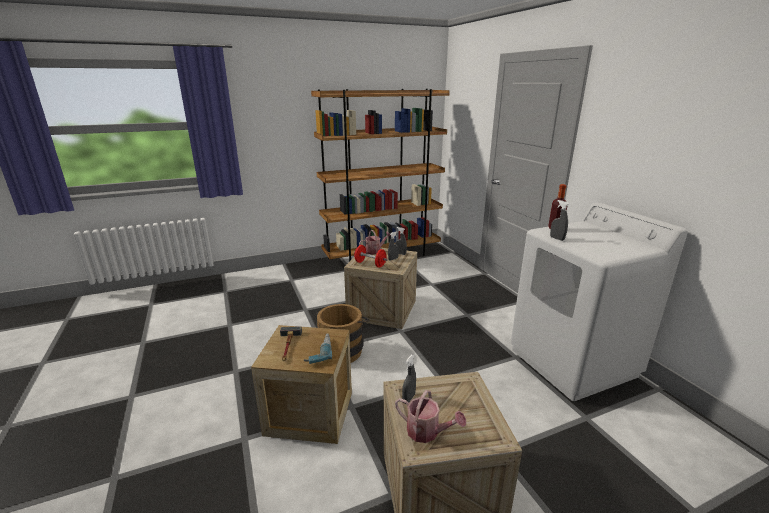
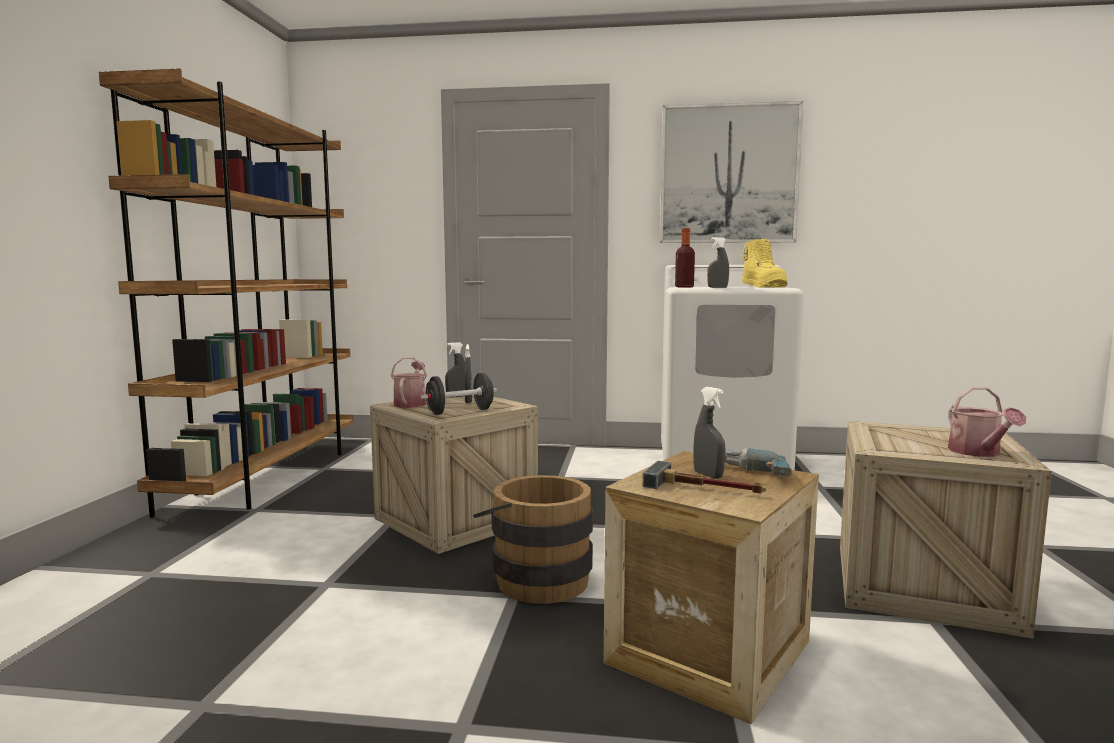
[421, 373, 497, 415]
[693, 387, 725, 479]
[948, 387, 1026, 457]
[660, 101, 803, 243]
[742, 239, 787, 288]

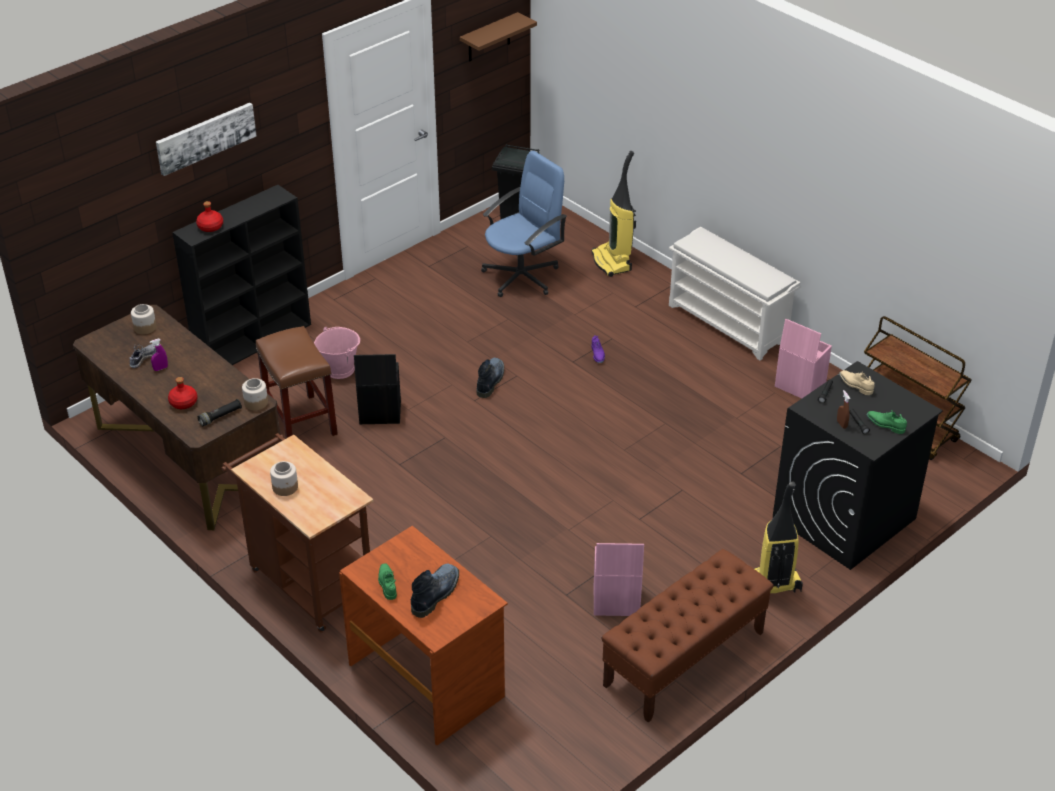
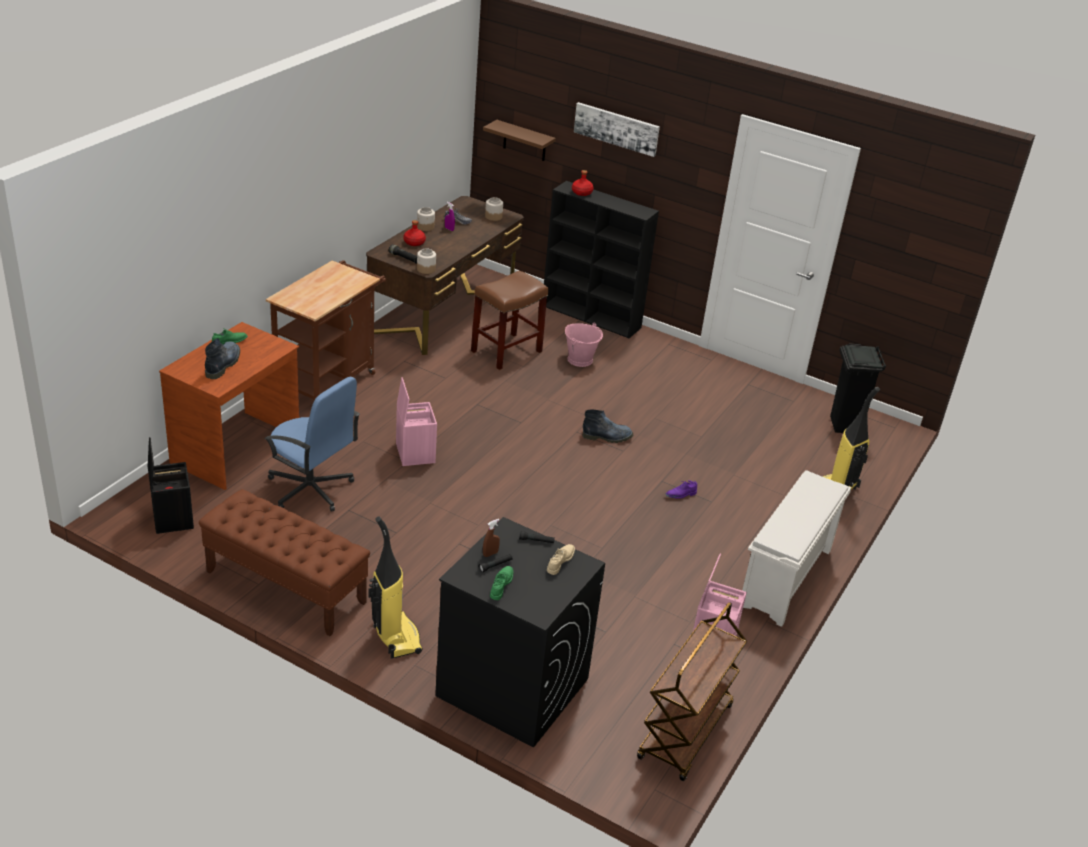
[483, 120, 556, 161]
[264, 377, 360, 512]
[148, 437, 194, 534]
[417, 207, 435, 231]
[396, 377, 437, 466]
[205, 338, 240, 379]

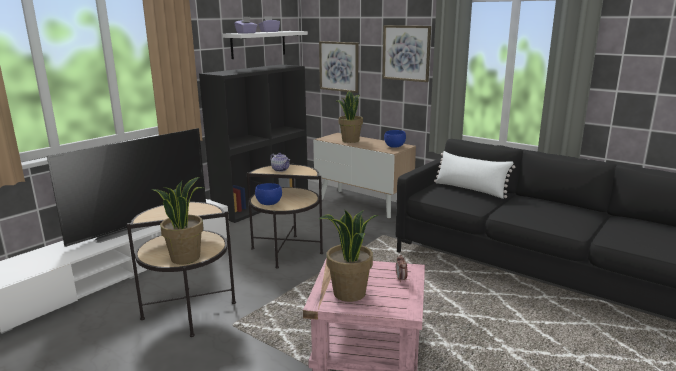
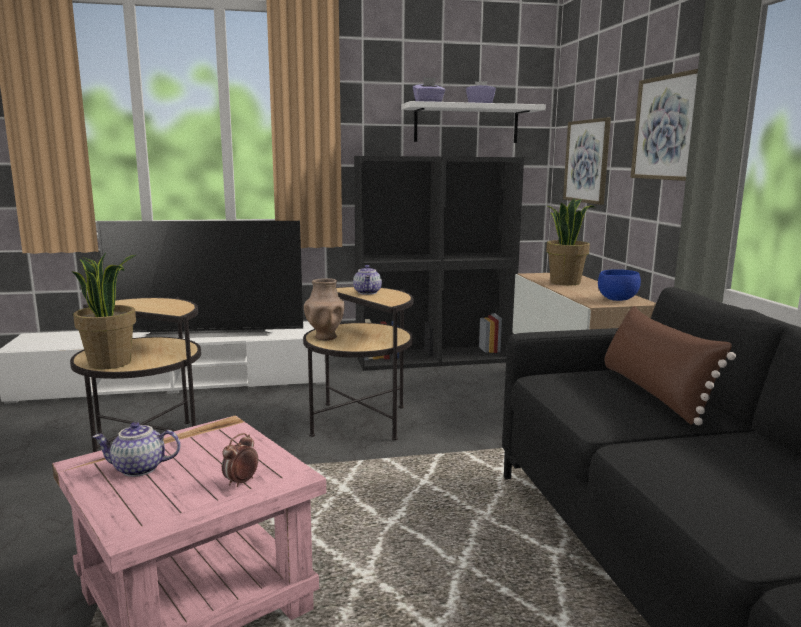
[605, 306, 736, 425]
[304, 278, 345, 340]
[92, 422, 180, 477]

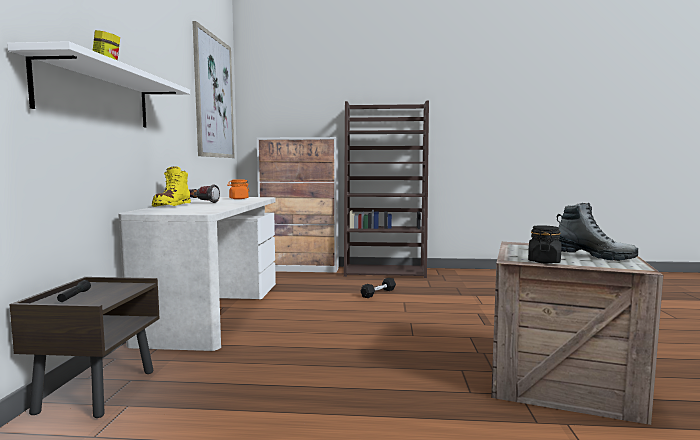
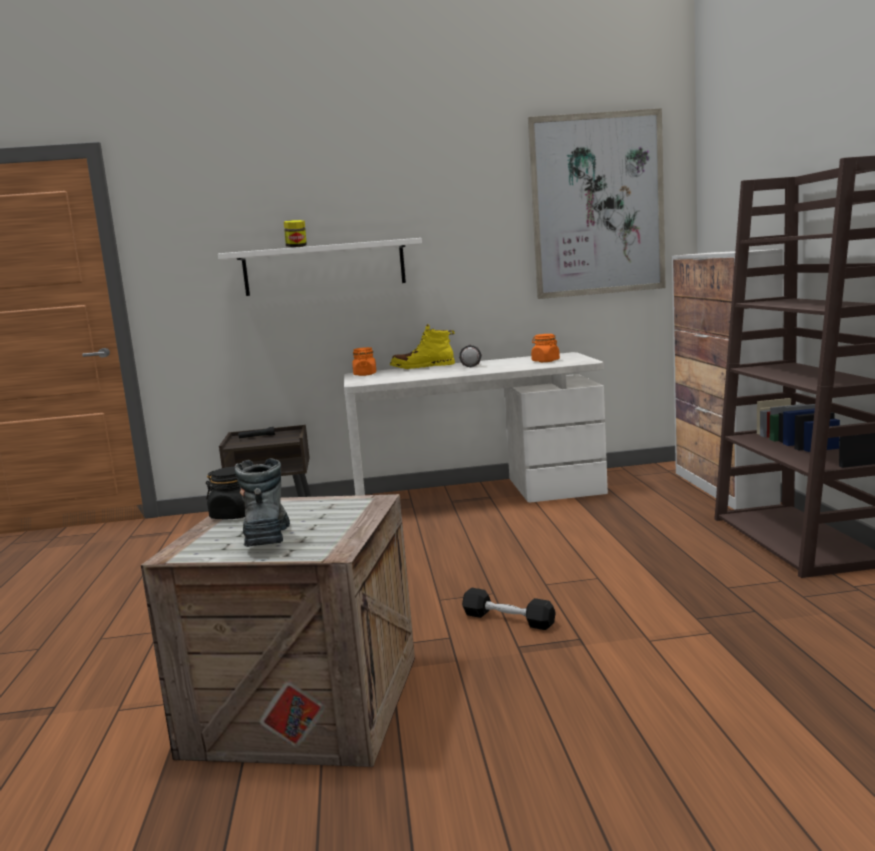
[235, 458, 290, 547]
[462, 588, 556, 630]
[353, 347, 376, 376]

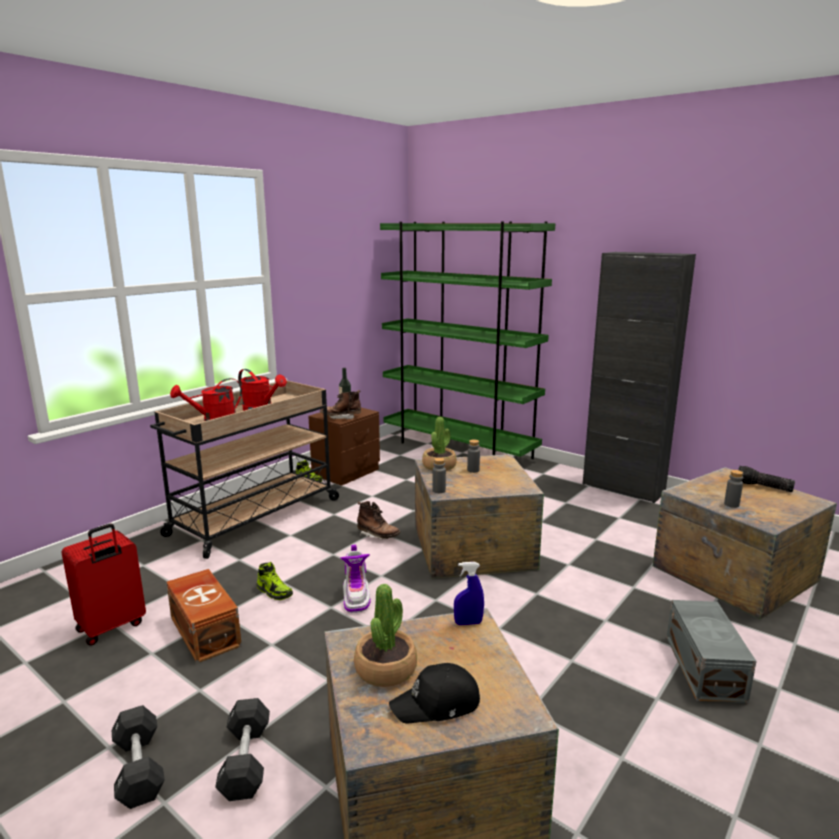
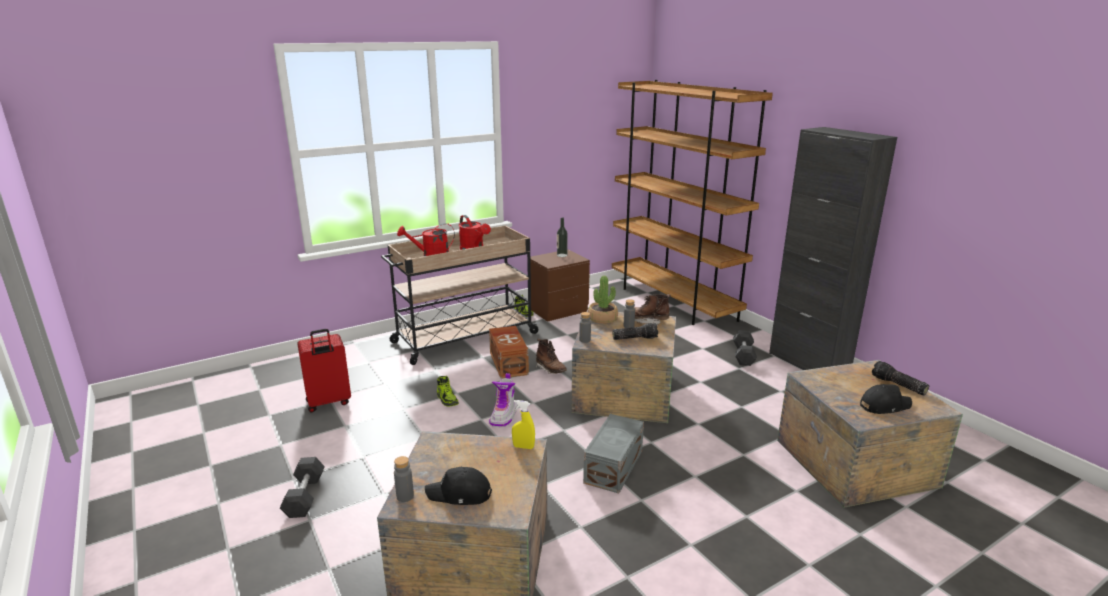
[612, 80, 773, 325]
[634, 294, 671, 325]
[394, 456, 414, 502]
[512, 400, 535, 449]
[489, 326, 529, 379]
[354, 584, 417, 687] (first image)
[583, 414, 644, 493]
[733, 330, 757, 366]
[612, 323, 658, 340]
[860, 384, 912, 414]

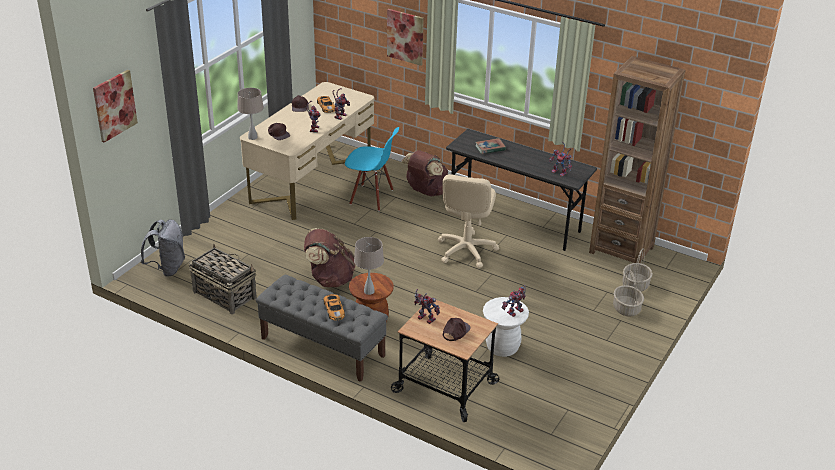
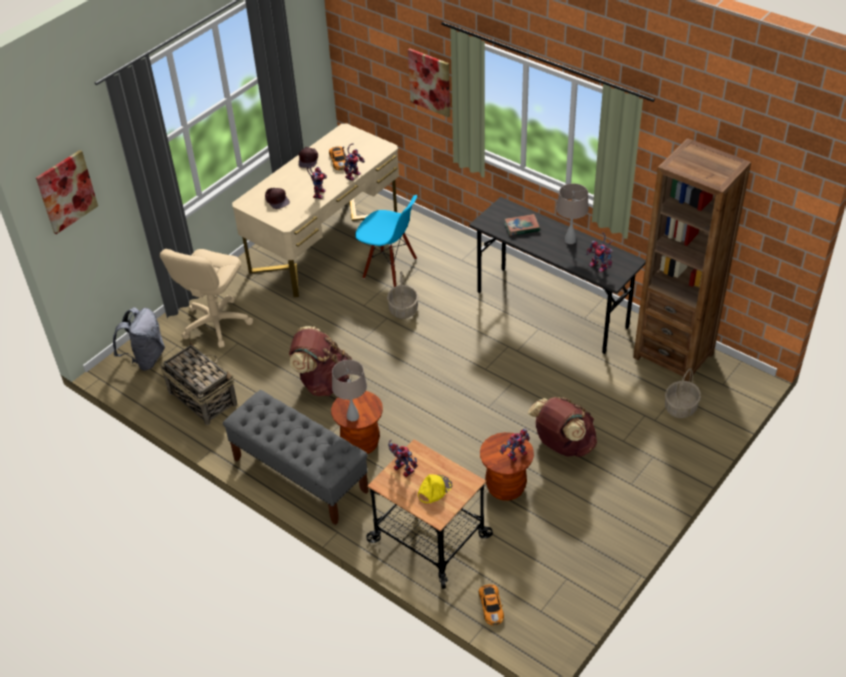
[556, 183, 589, 244]
[528, 397, 597, 457]
[160, 249, 253, 348]
[387, 271, 419, 319]
[478, 584, 504, 626]
[480, 432, 534, 501]
[418, 475, 453, 503]

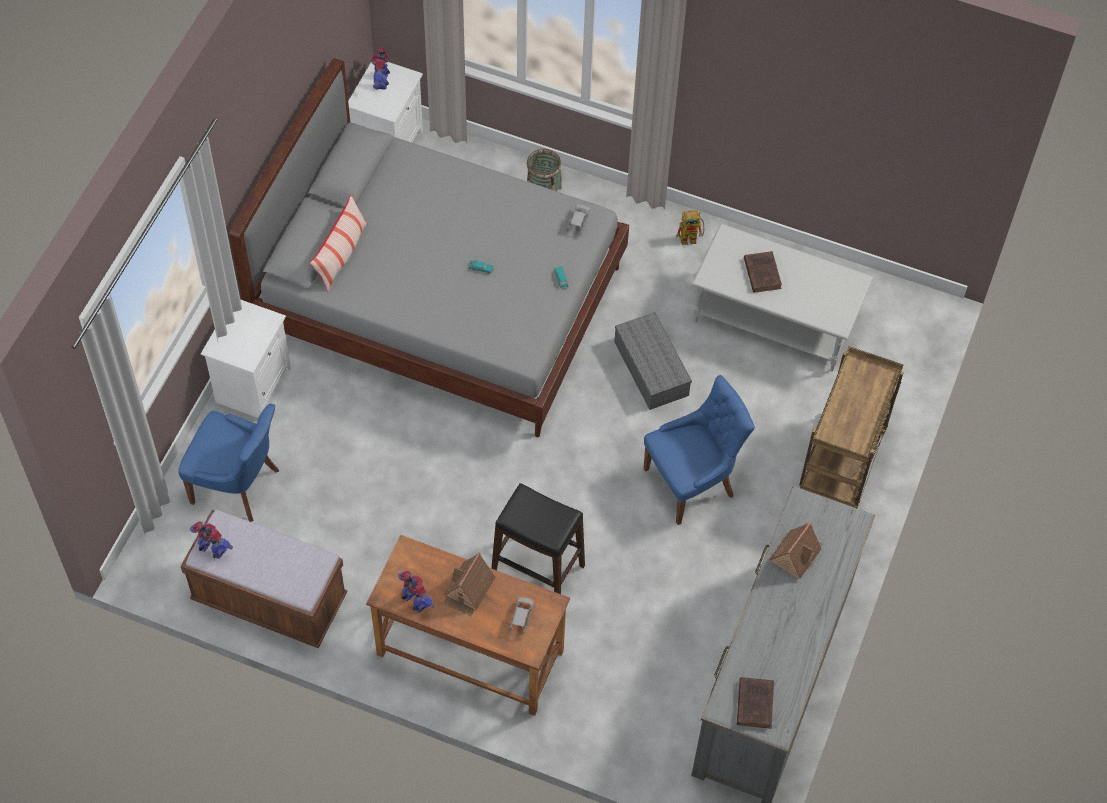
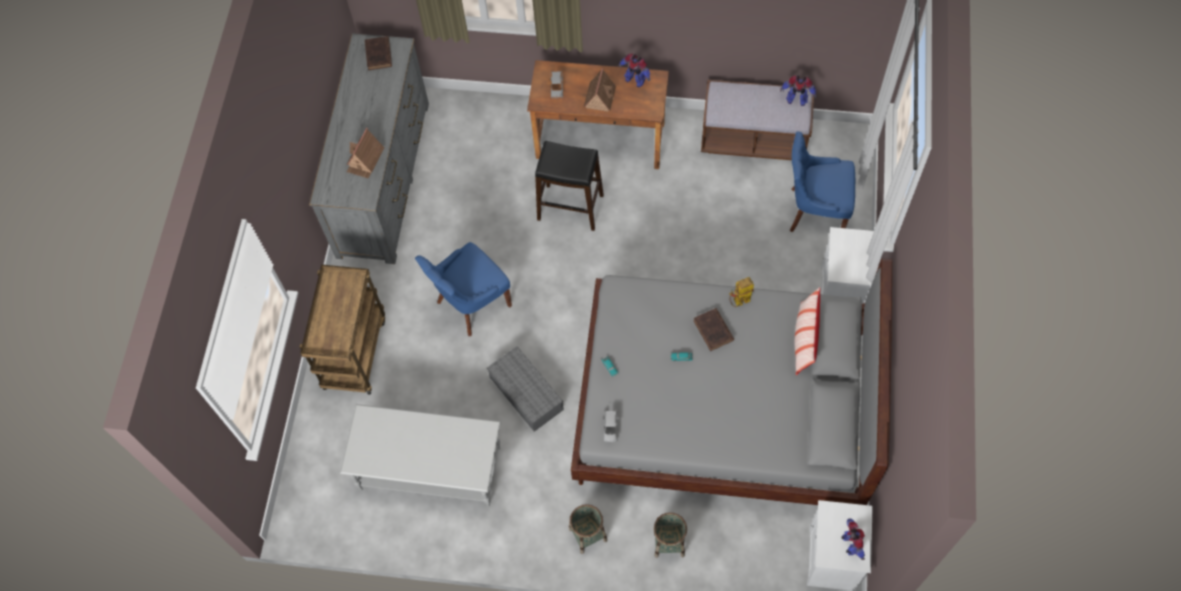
[729, 277, 754, 307]
[693, 308, 734, 351]
[569, 504, 608, 554]

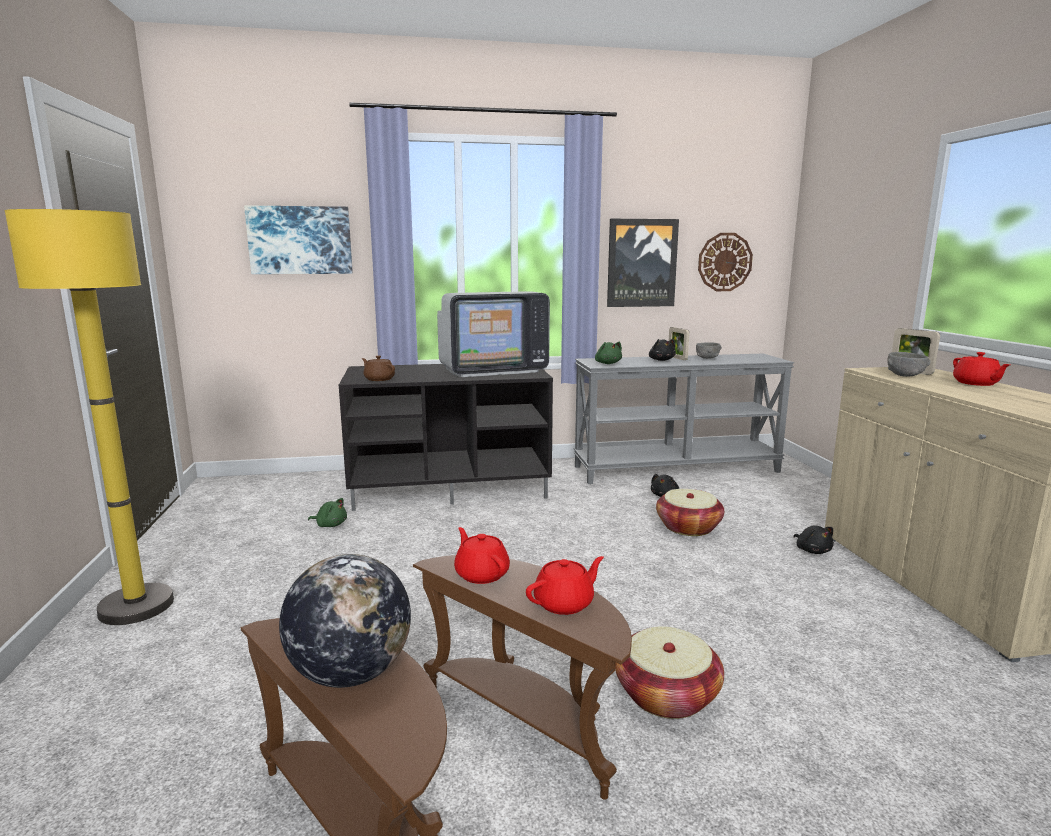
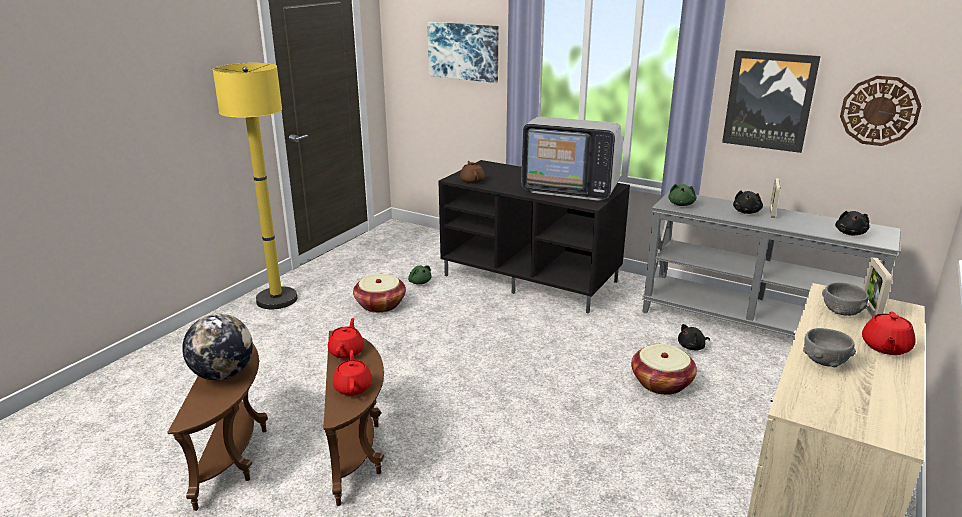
[803, 328, 856, 367]
[835, 211, 869, 235]
[333, 350, 372, 396]
[353, 274, 406, 313]

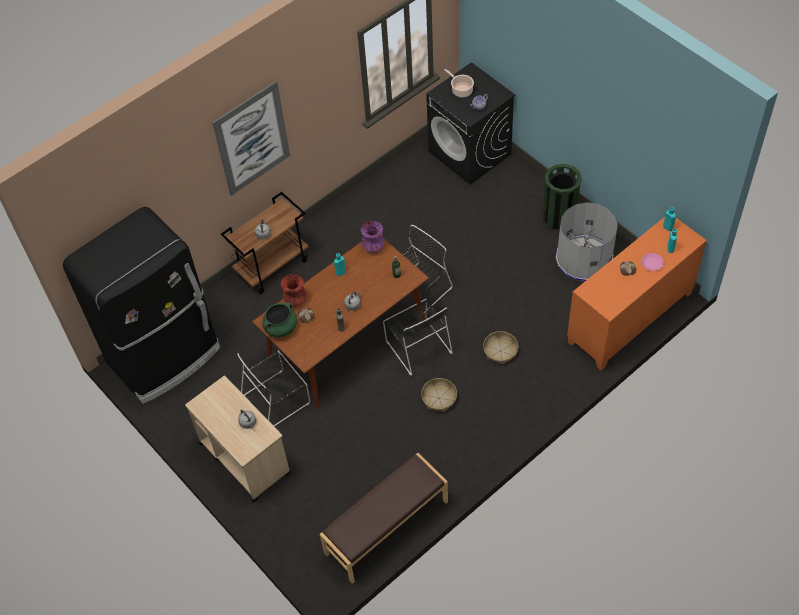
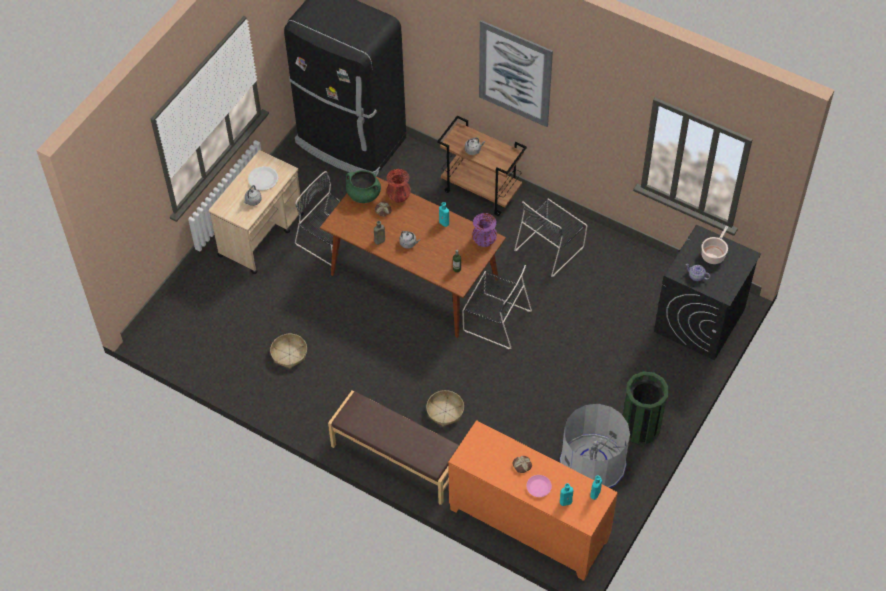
[514, 199, 587, 277]
[270, 334, 307, 369]
[328, 391, 459, 505]
[248, 166, 278, 190]

